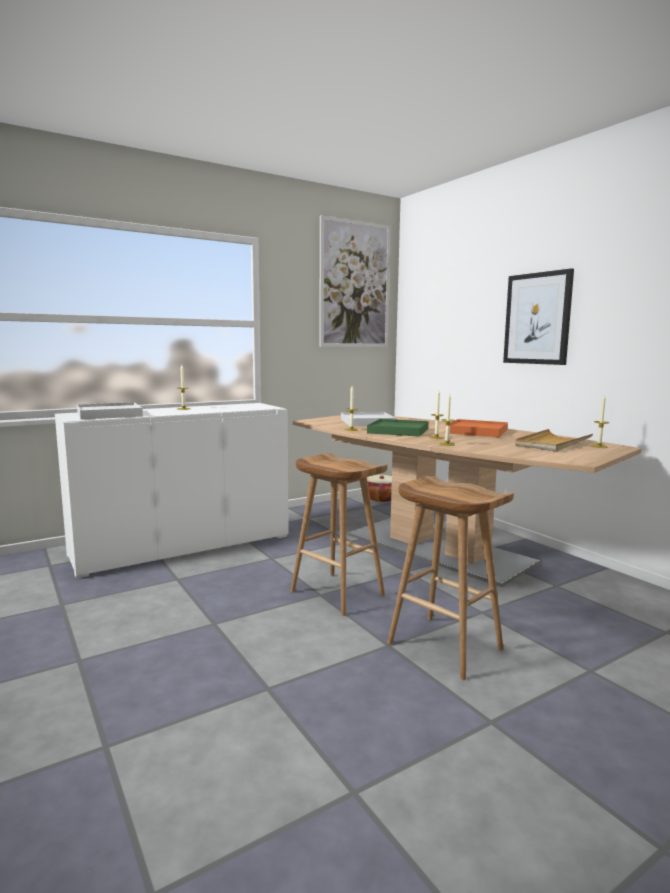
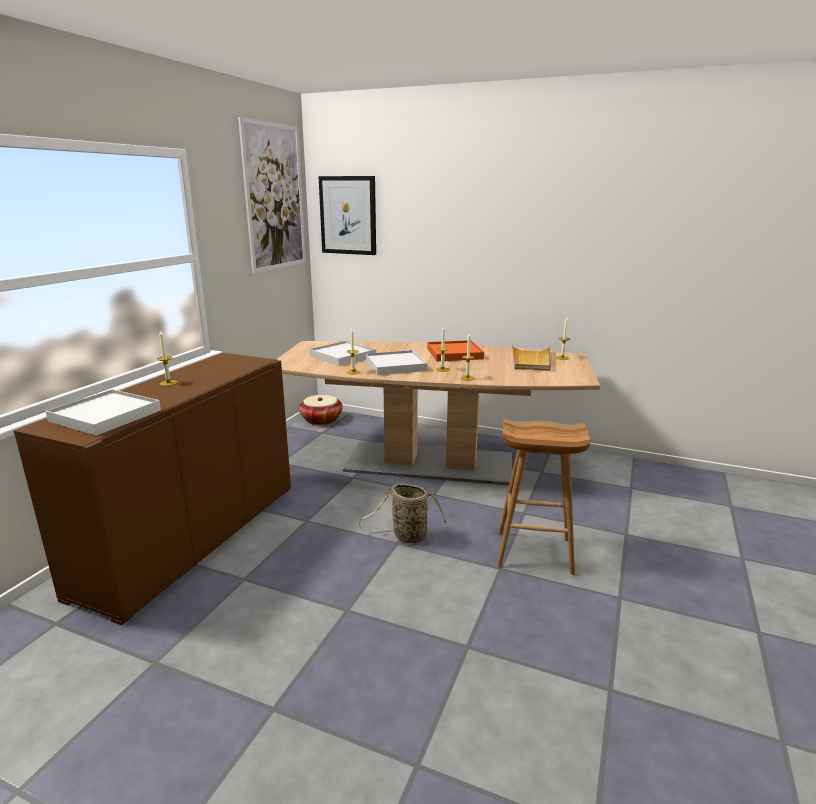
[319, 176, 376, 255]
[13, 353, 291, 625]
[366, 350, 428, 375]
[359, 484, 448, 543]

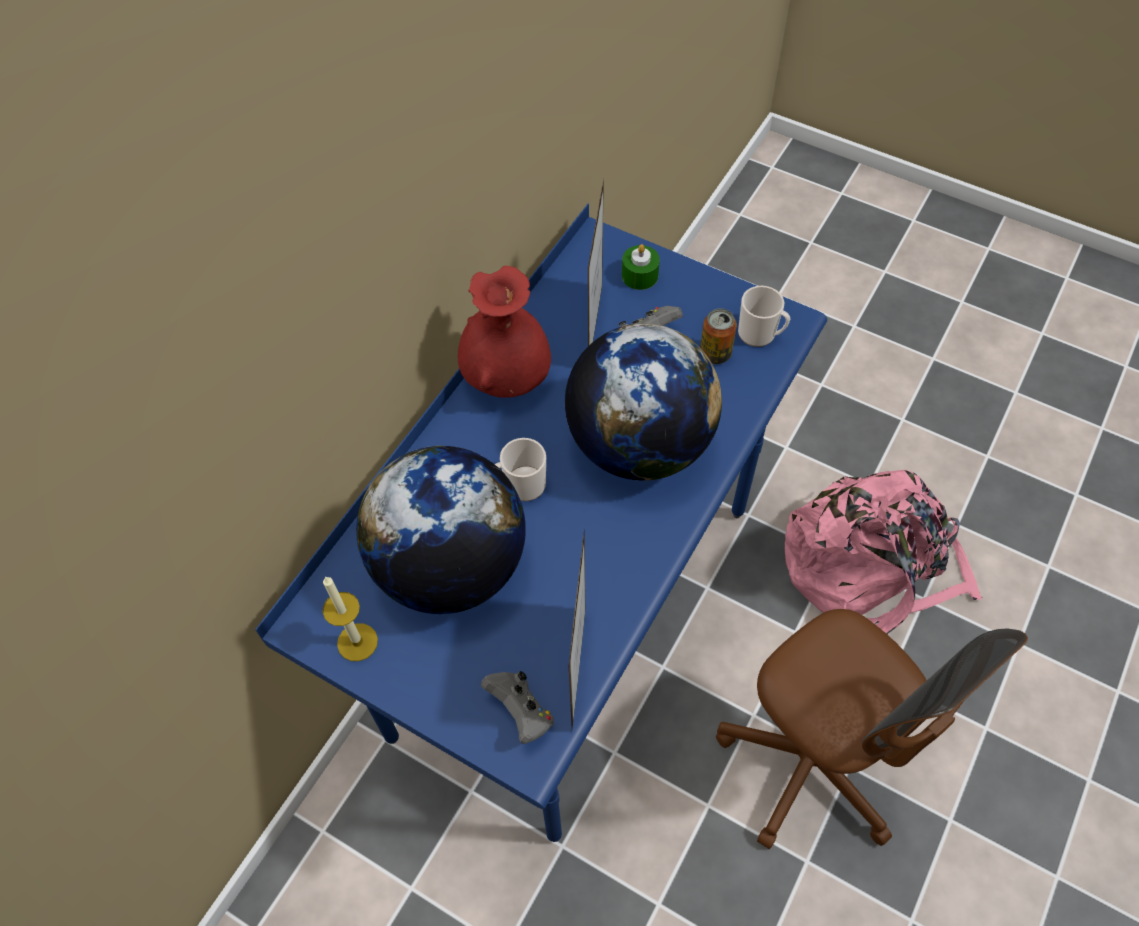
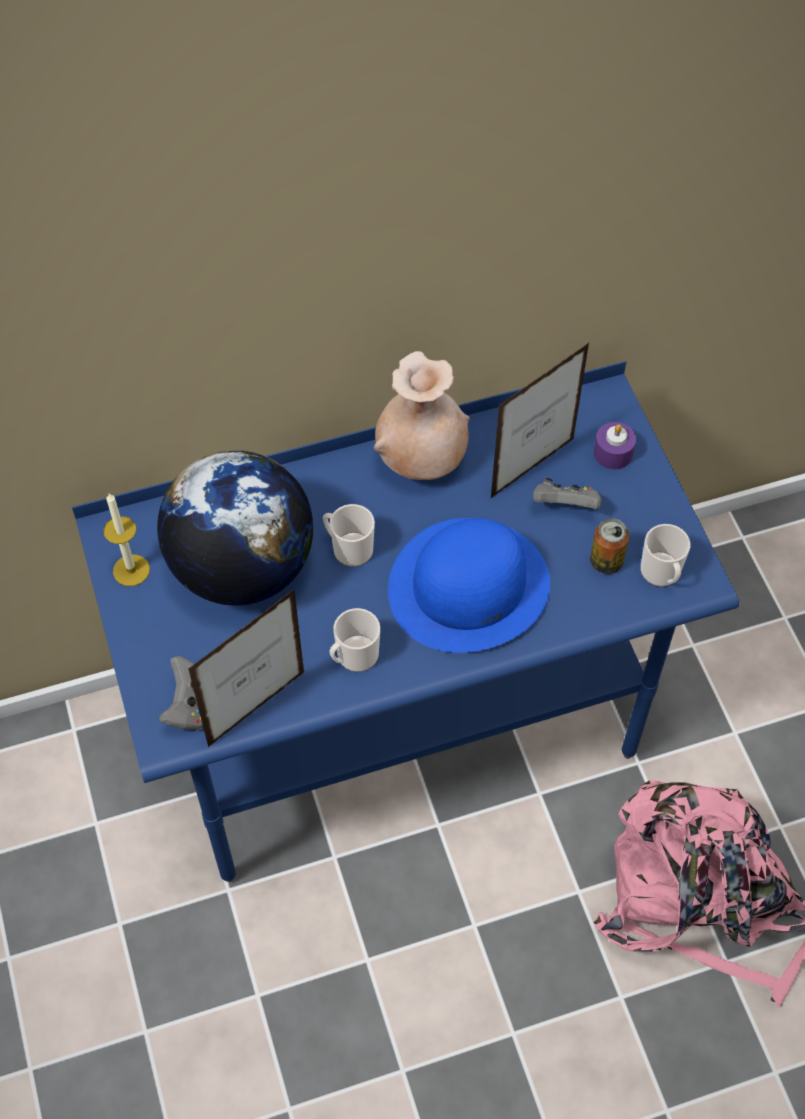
[594, 422, 636, 469]
[374, 351, 470, 480]
[388, 518, 550, 653]
[716, 609, 1028, 849] (first image)
[329, 608, 380, 672]

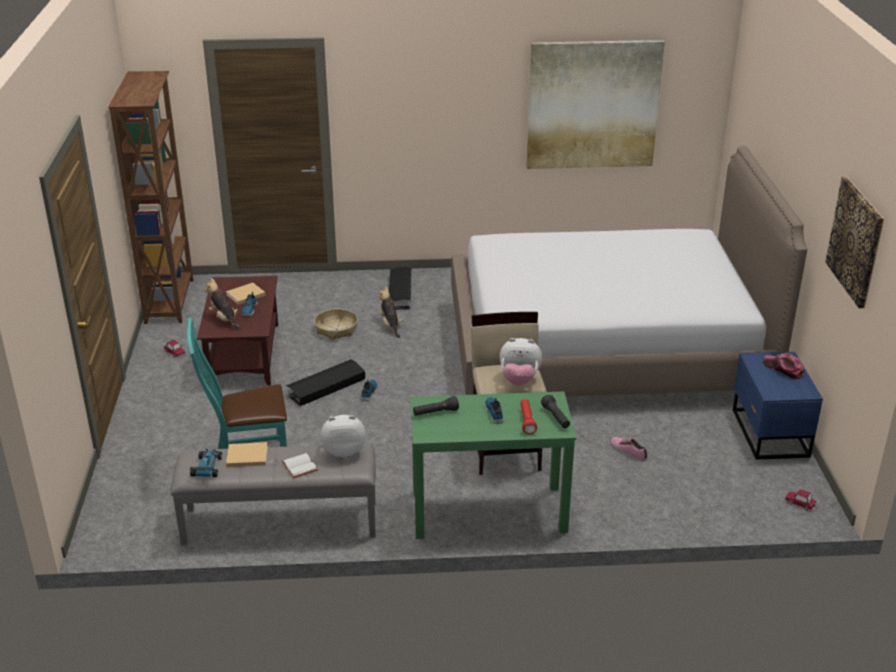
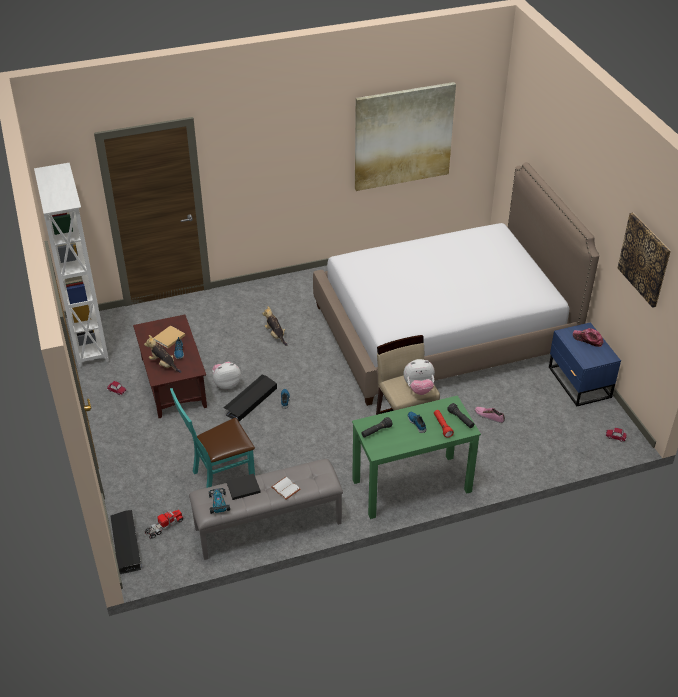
[34, 163, 109, 368]
[111, 510, 142, 574]
[314, 309, 358, 340] (first image)
[212, 362, 241, 389]
[227, 474, 261, 500]
[144, 510, 184, 539]

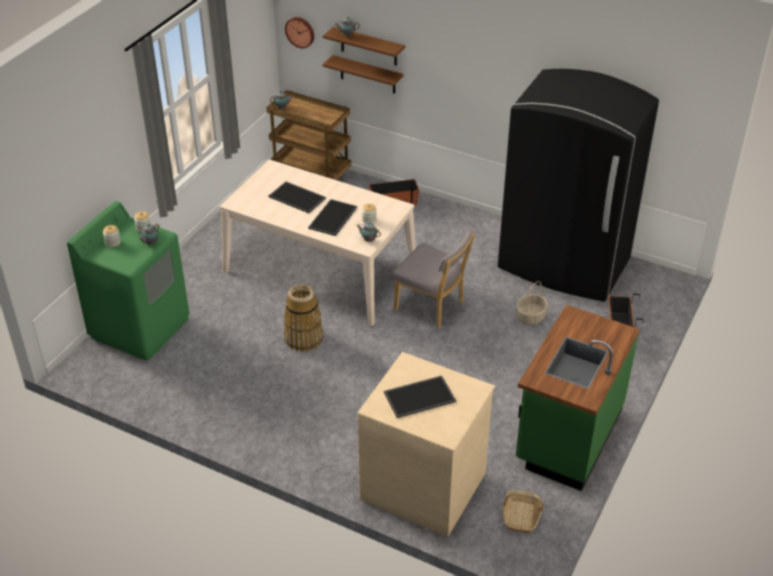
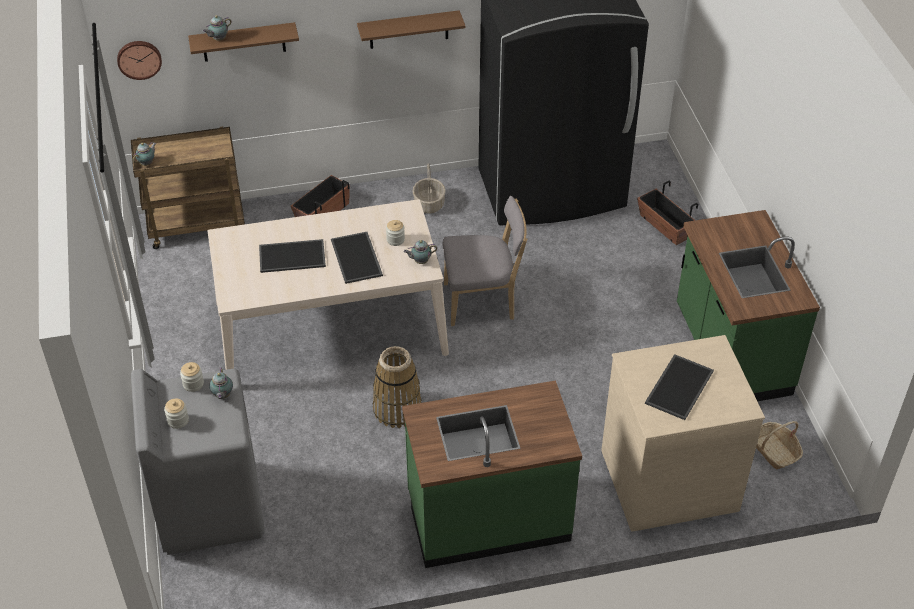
[357, 10, 465, 49]
[131, 369, 265, 555]
[412, 163, 446, 214]
[402, 380, 582, 568]

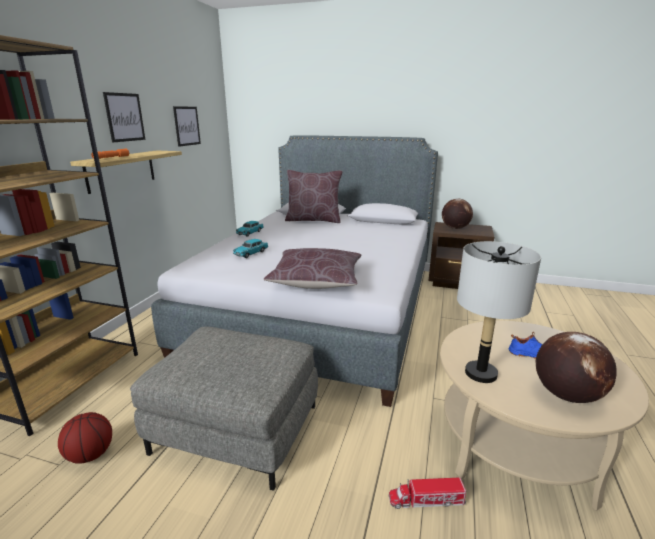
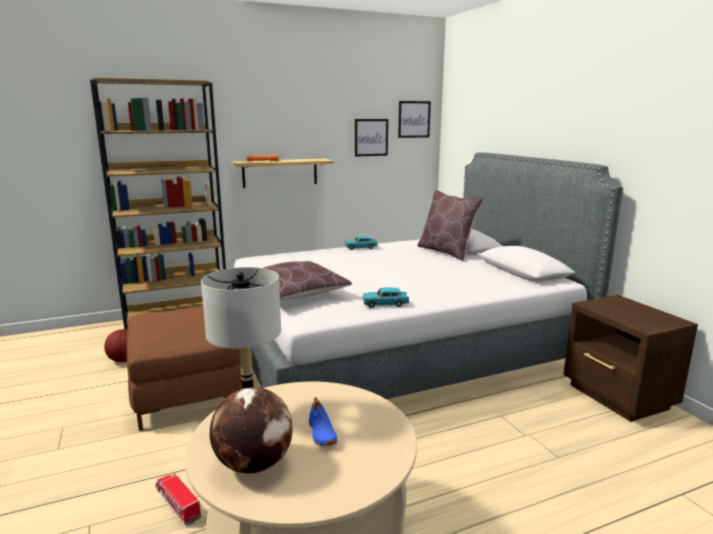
[398, 101, 431, 138]
[442, 199, 473, 229] (first image)
[362, 287, 410, 308]
[127, 306, 242, 431]

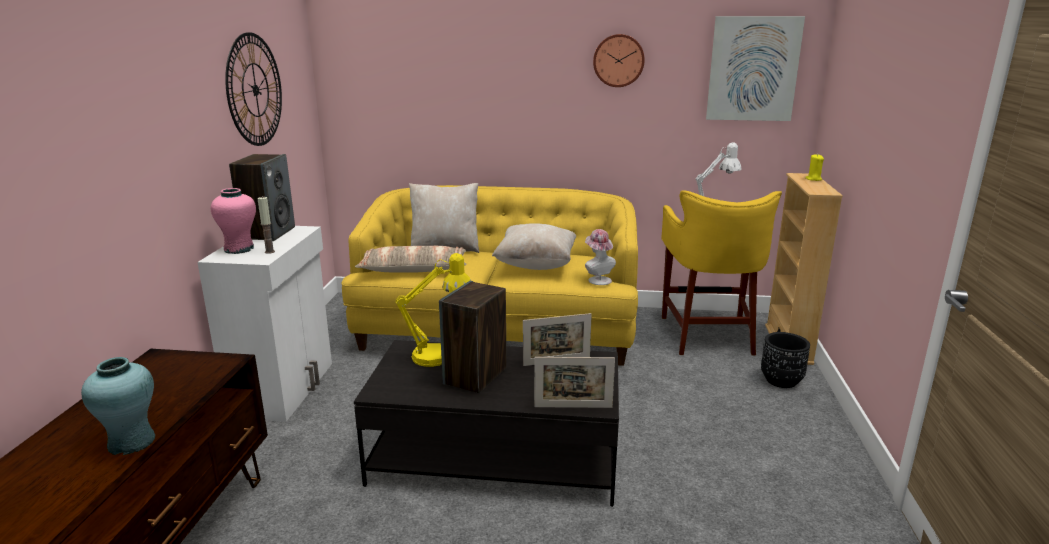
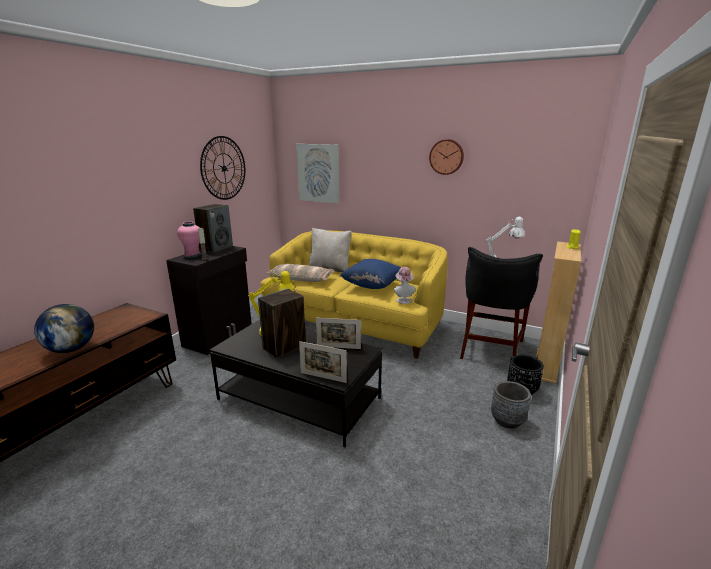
[296, 144, 339, 203]
[460, 247, 543, 359]
[340, 259, 401, 289]
[166, 246, 252, 355]
[34, 304, 94, 353]
[491, 381, 531, 429]

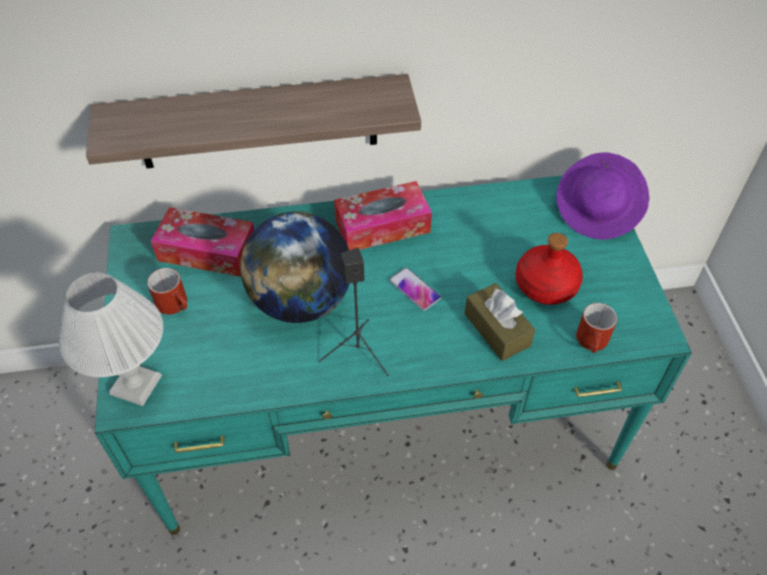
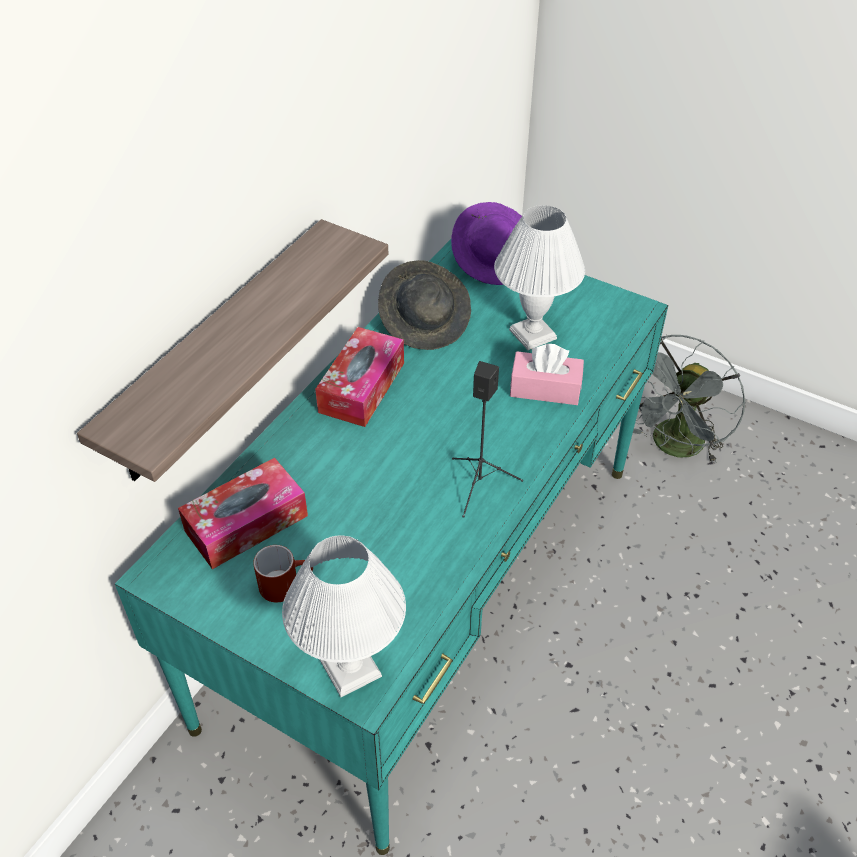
[240, 212, 350, 323] (first image)
[494, 205, 585, 350]
[389, 267, 441, 311] (first image)
[510, 344, 584, 405]
[576, 303, 617, 353] (first image)
[378, 260, 471, 350]
[633, 335, 745, 463]

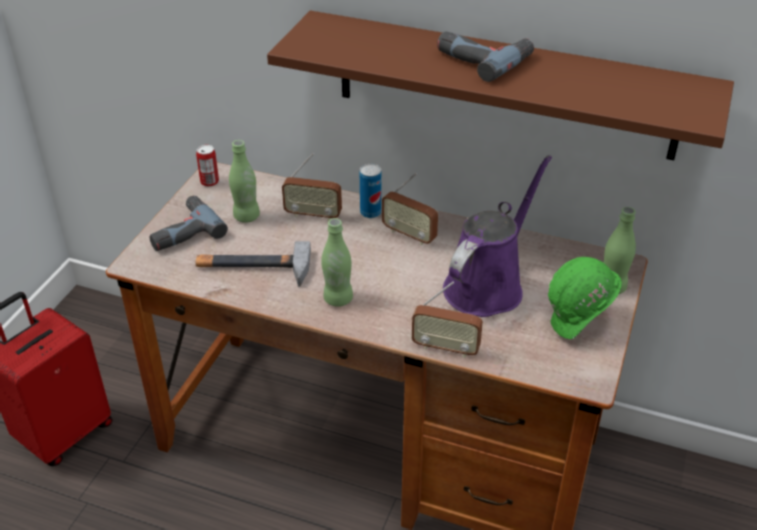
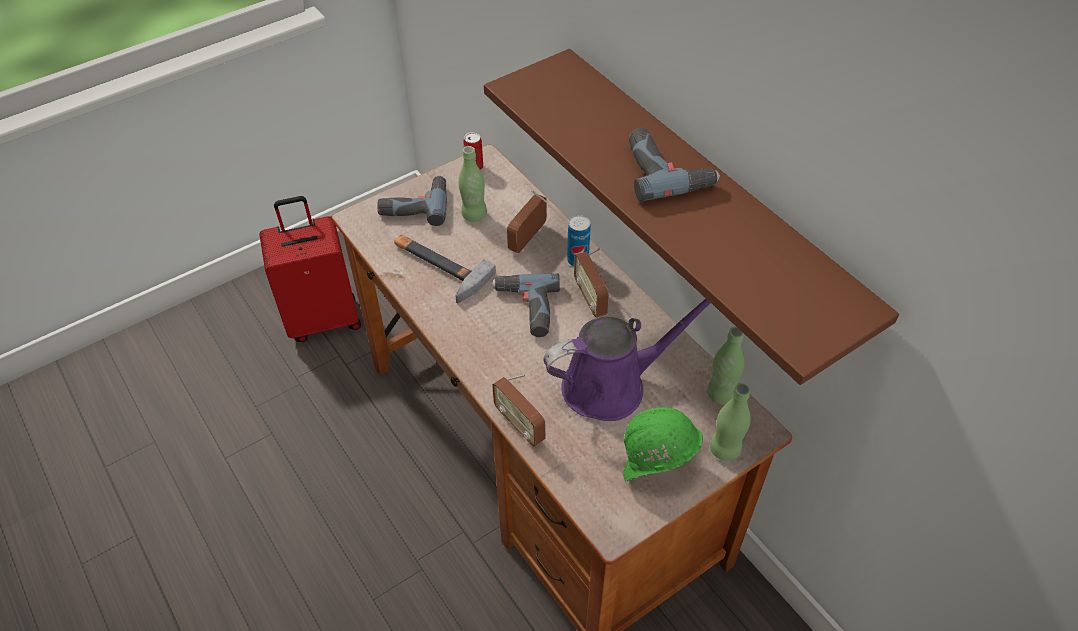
[507, 190, 547, 253]
[707, 327, 745, 405]
[491, 274, 560, 337]

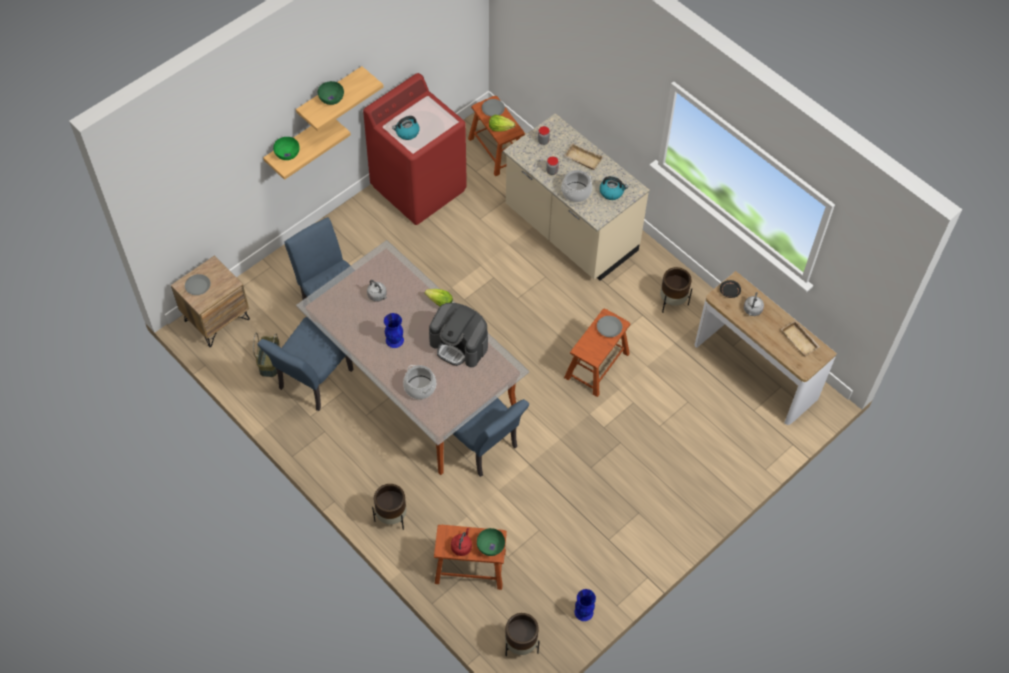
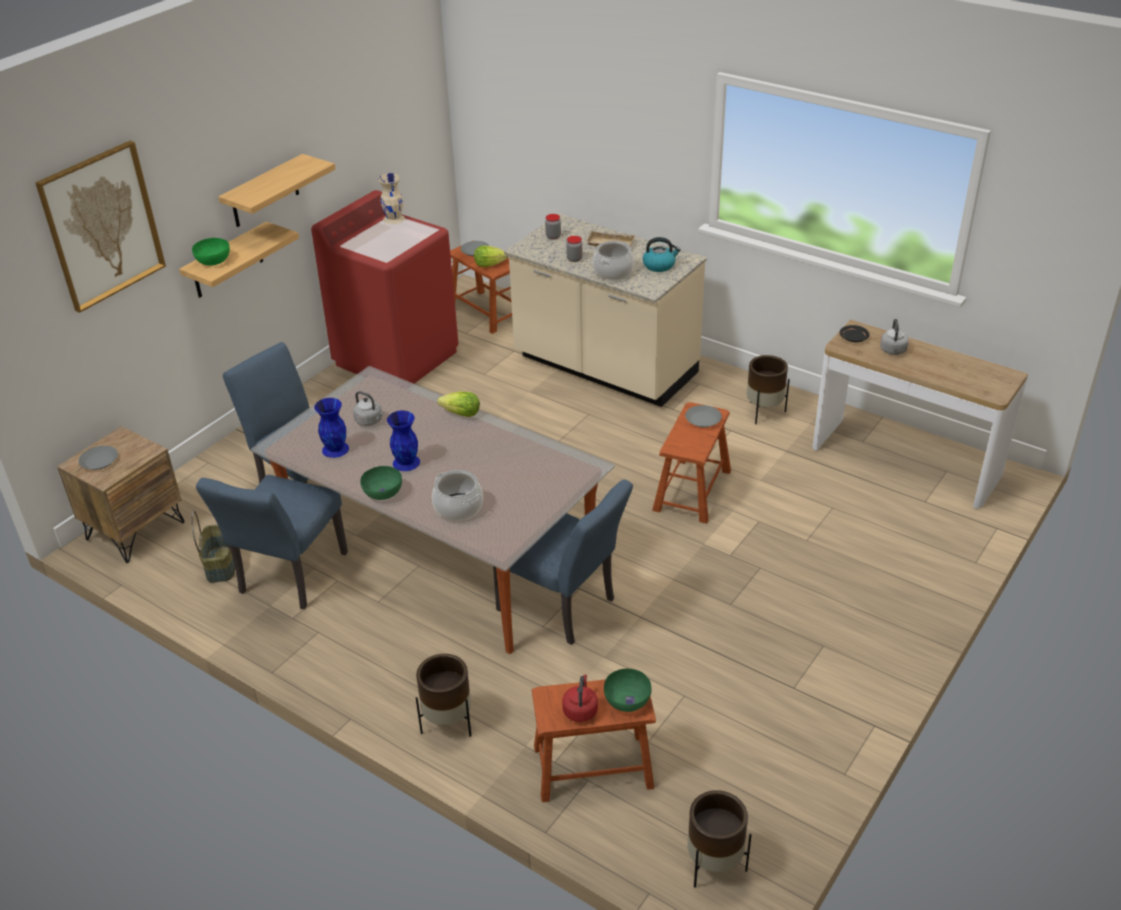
[360, 466, 402, 500]
[392, 116, 419, 140] (first image)
[429, 303, 488, 367] (first image)
[781, 320, 820, 357] (first image)
[314, 398, 349, 458]
[35, 141, 166, 313]
[378, 173, 405, 224]

